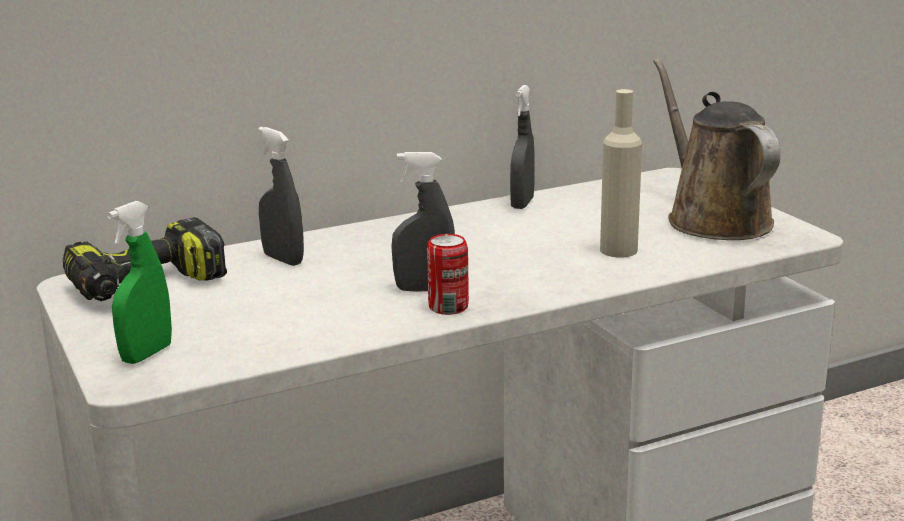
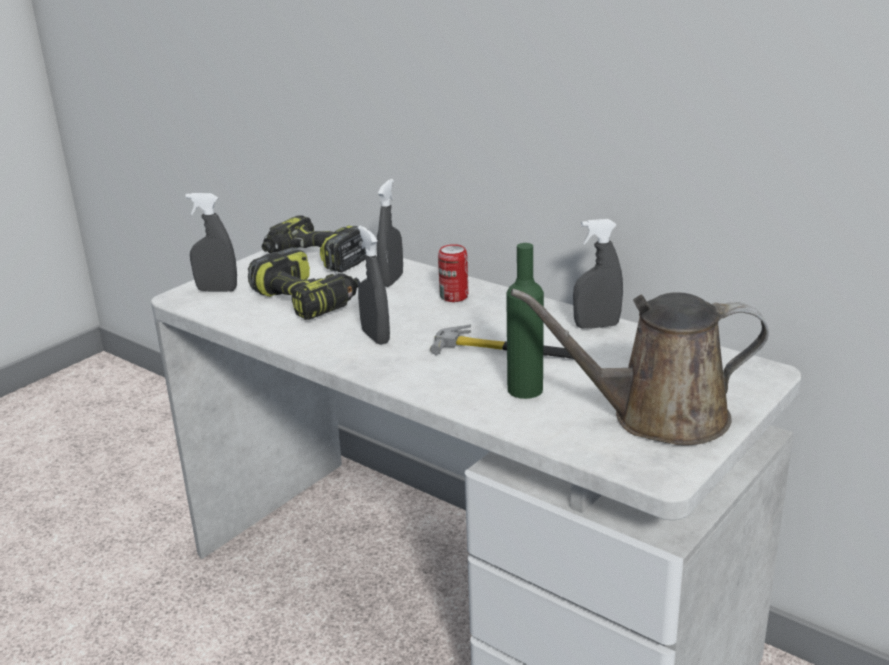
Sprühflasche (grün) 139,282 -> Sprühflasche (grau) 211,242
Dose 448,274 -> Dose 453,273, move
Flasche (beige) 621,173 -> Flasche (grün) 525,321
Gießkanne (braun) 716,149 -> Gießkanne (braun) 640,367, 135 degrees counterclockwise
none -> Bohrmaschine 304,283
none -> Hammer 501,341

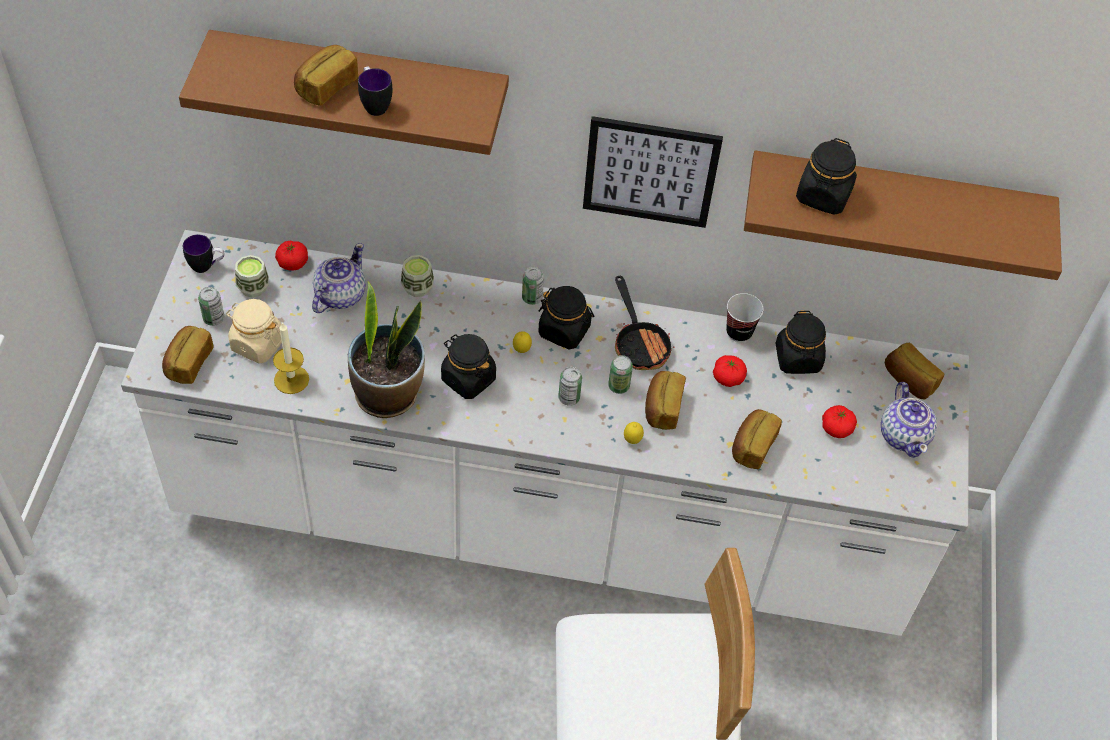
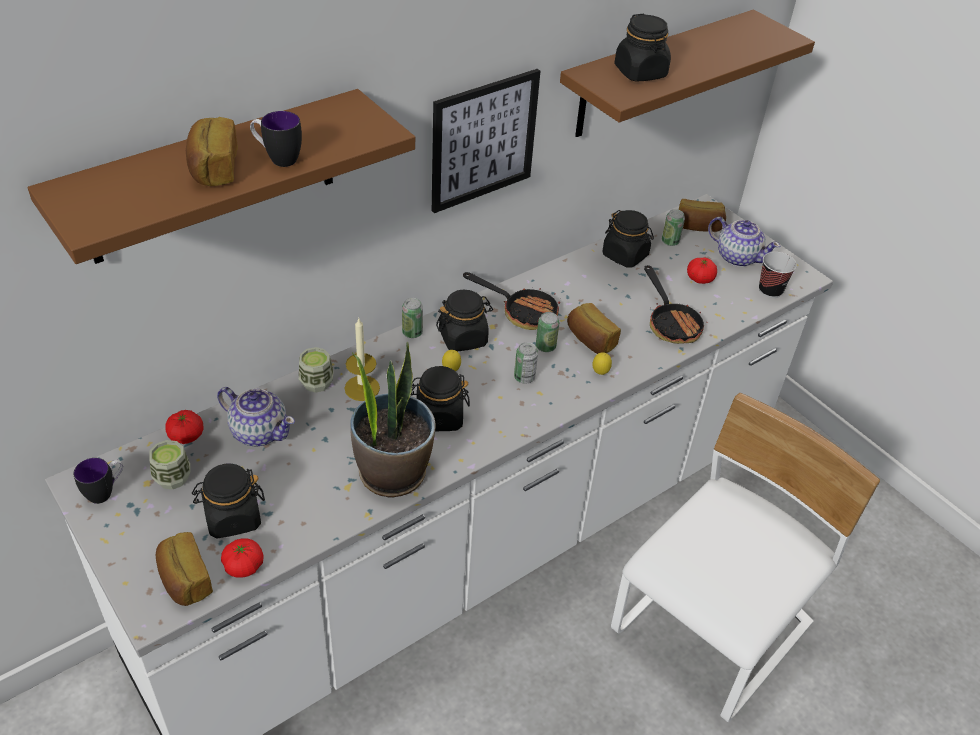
Dose 211,306 -> Dose 673,227, move
Vorratsglas (beige) 254,331 -> Vorratsglas (schwarz) 228,501
Kerze 291,358 -> Kerze 362,359, move
Teekanne 339,278 -> Teekanne 256,417, 135 degrees clockwise
Tomate 730,371 -> Tomate 242,558, move
Tasse 745,317 -> Tasse 778,275, move
Brot 757,439 -> Pfanne 676,304

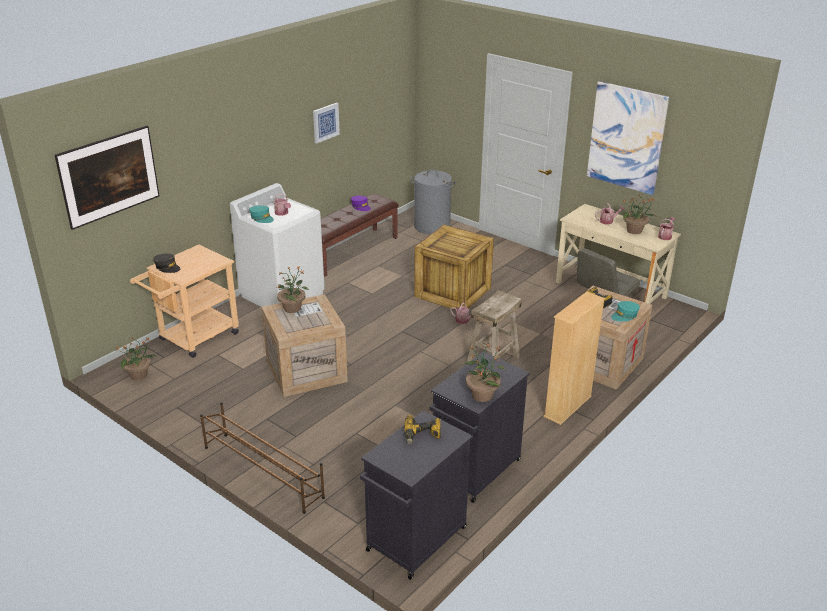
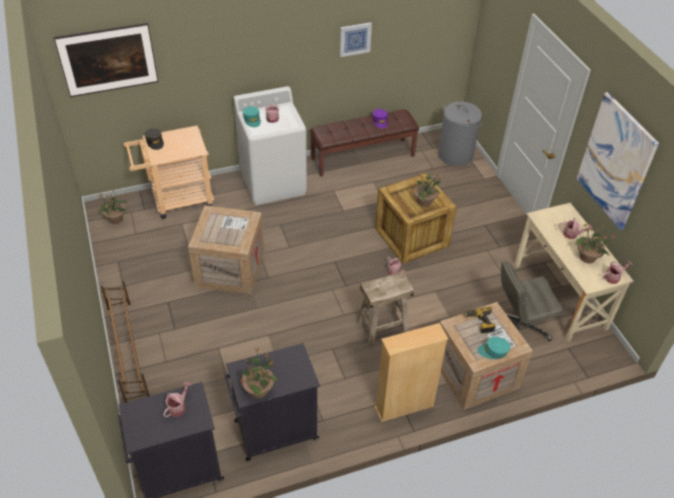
Topfpflanze 293,289 -> Topfpflanze 427,187, move
Bohrmaschine 422,429 -> Gießkanne 177,399

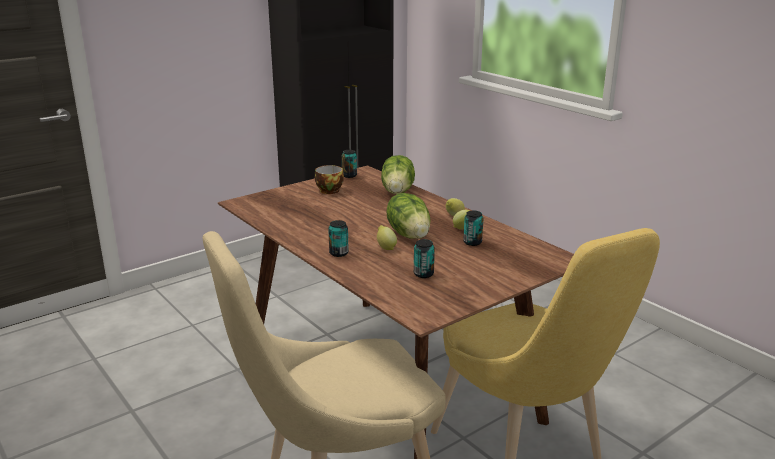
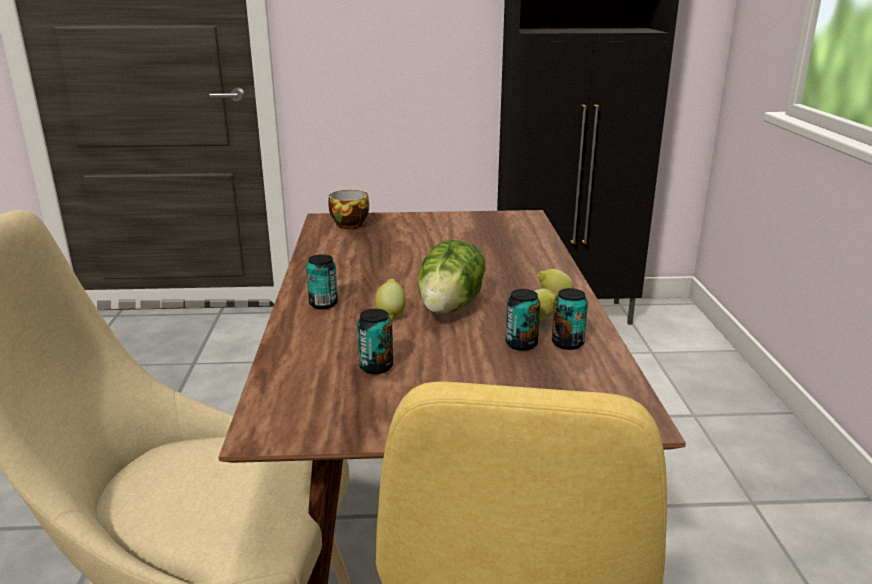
Tasse 329,179 -> Tasse 348,209, move
Dose 349,164 -> Dose 570,319, move
Salatkopf 398,174 -> none

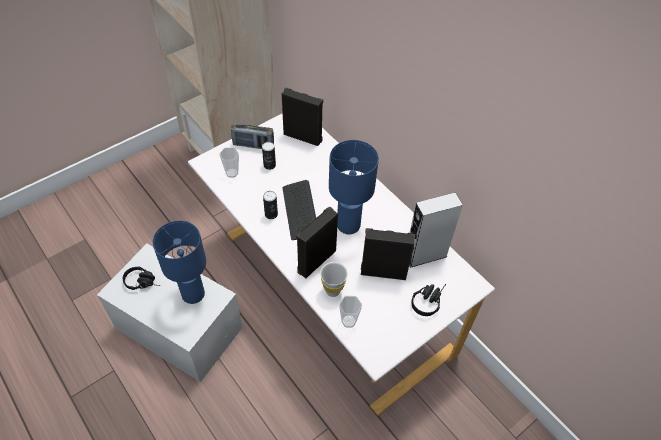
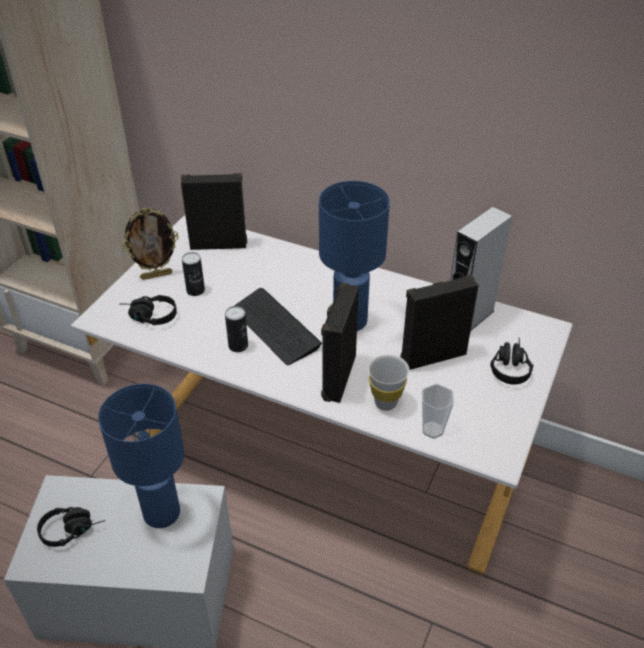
Tasse 229,162 -> Kopfhörer (schwarz) 152,310
Radio 252,136 -> Bilderrahmen 150,243

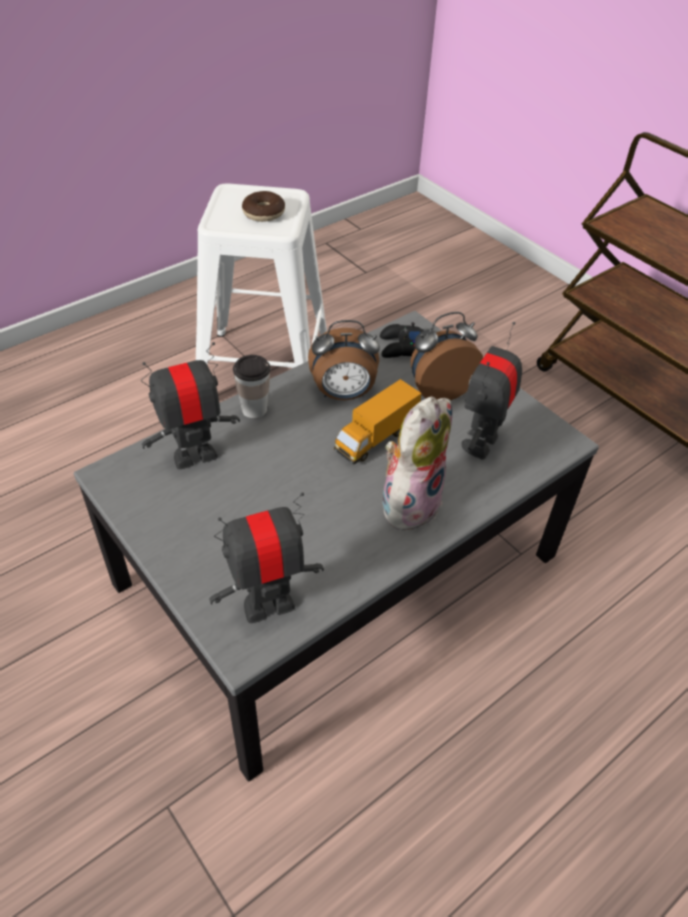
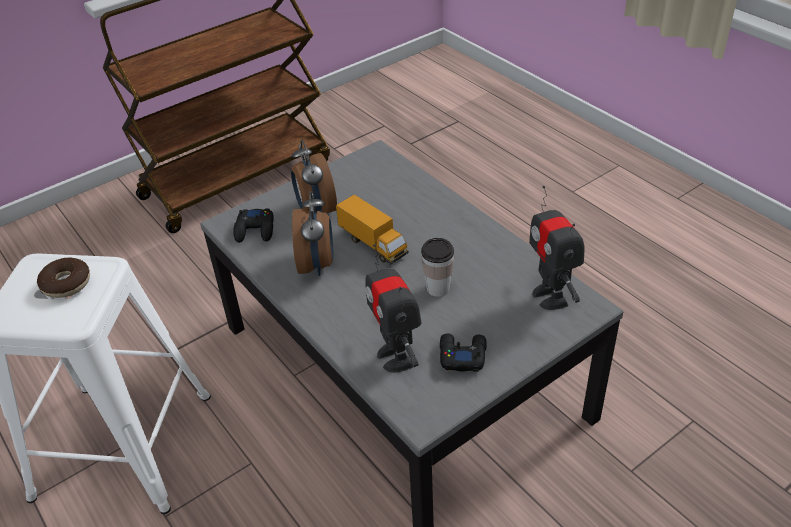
Tasse 251,386 -> Tasse 437,267, move
Plüschtier 417,466 -> none
Spielzeugroboter 492,391 -> none
none -> Gamepad (schwarz) 463,352

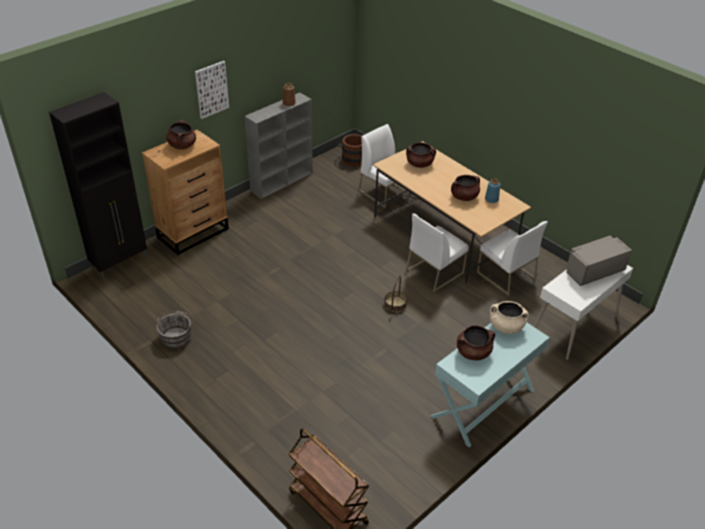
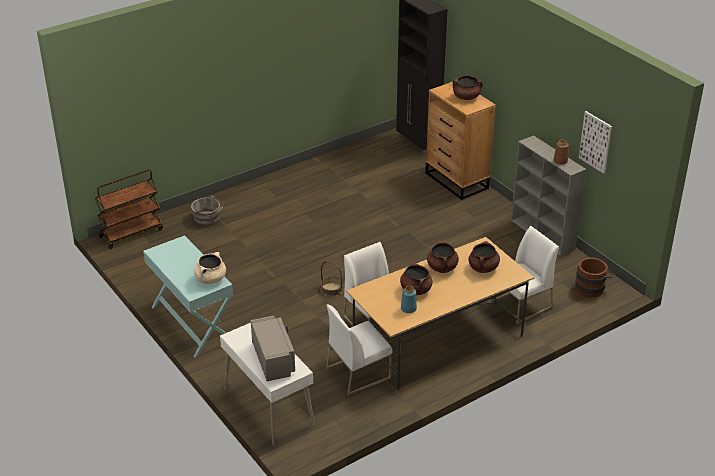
Eimer (grau) 175,330 -> Eimer (grau) 207,211, move
Bild 212,90 -> Bild 595,142, move
Kochtopf (braun) 476,342 -> Kochtopf (braun) 443,257, move

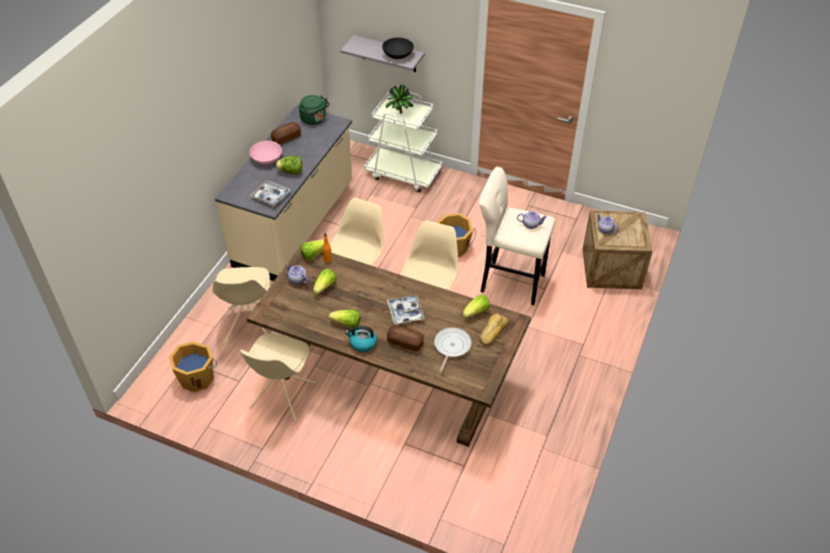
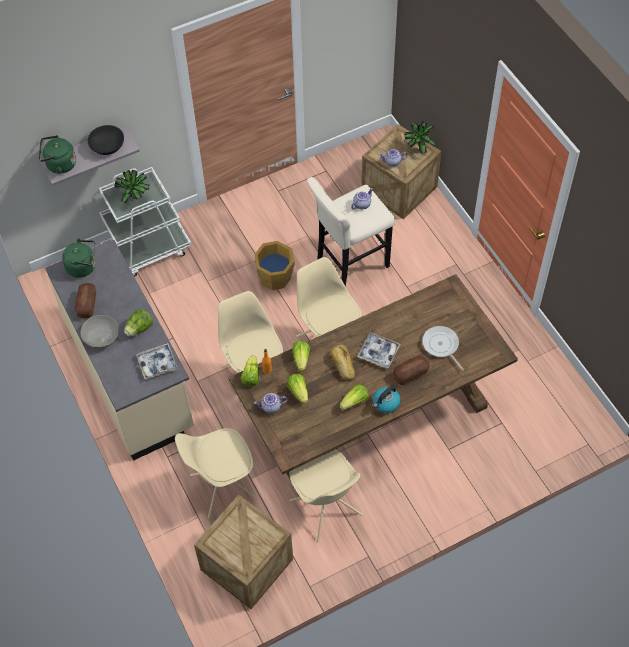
Eimer (orange) 193,367 -> Kiste 243,552
Stuhl (beige) 241,305 -> Stuhl (beige) 216,473, 120 degrees clockwise
Schüssel (rosa) 265,153 -> Schüssel (grau) 99,332
Salatkopf 476,306 -> Salatkopf 301,356, move
Brot 494,330 -> Brot 342,362, move
none -> Wasserkessel (grün) 57,154
none -> Topfpflanze 420,137

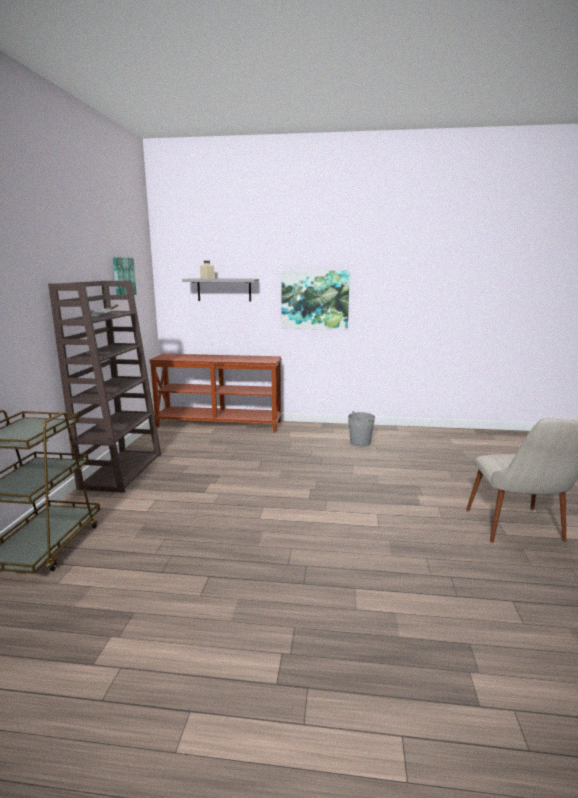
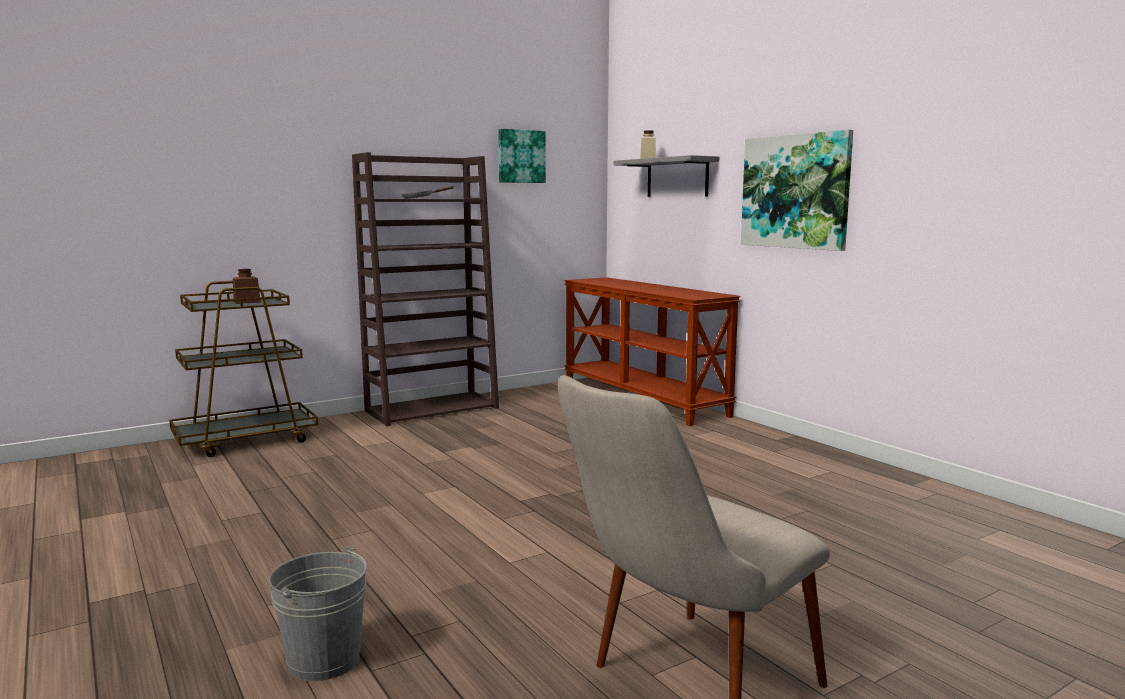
Eimer (grau) 361,429 -> Eimer (grau) 318,613, move
none -> Vorratsglas (braun) 247,286

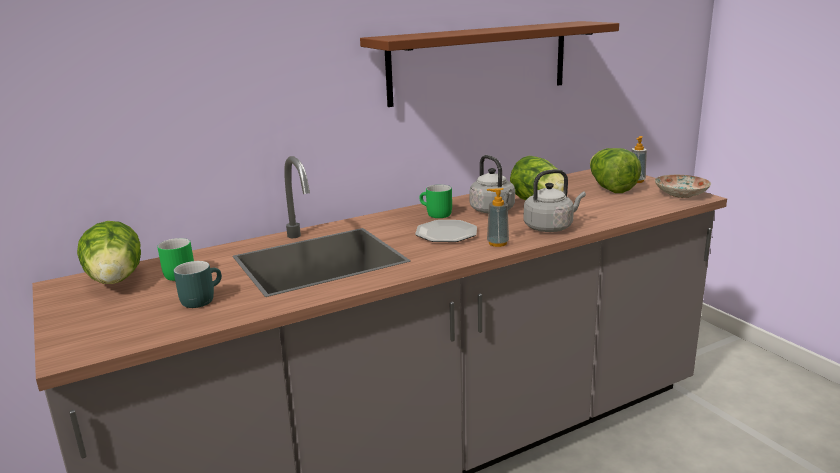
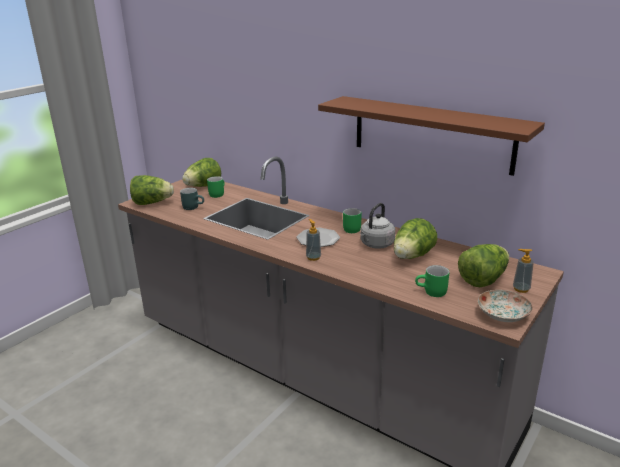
Wasserkessel (grau) 555,200 -> none
none -> Salatkopf 152,190
none -> Henkelbecher (grün) 432,281

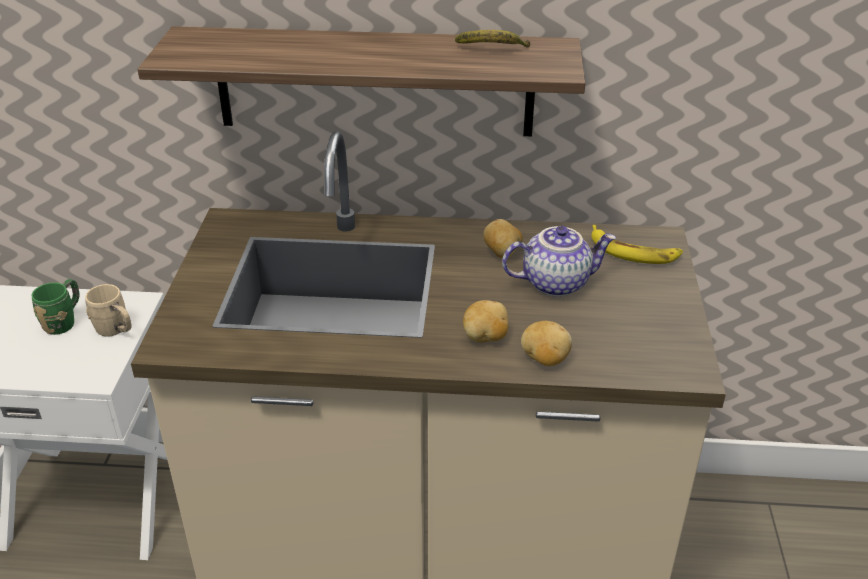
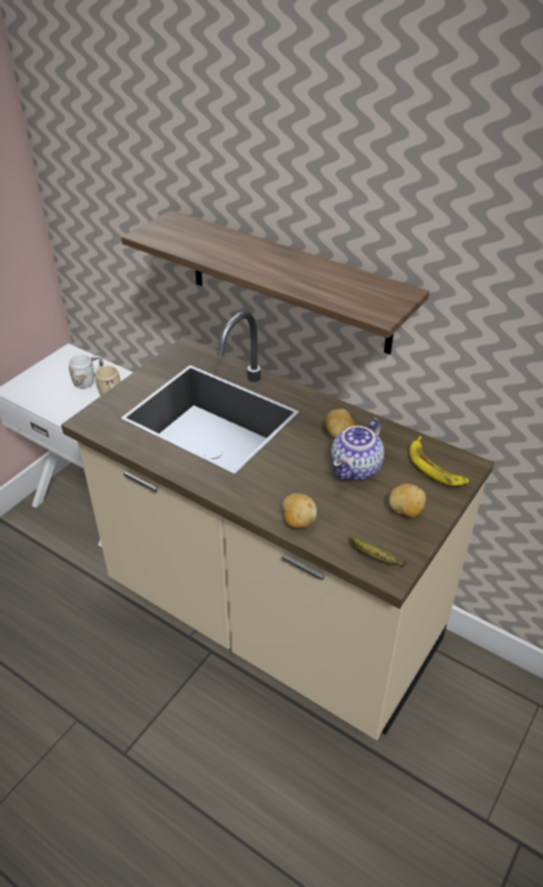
Henkelbecher (grün) 55,307 -> Henkelbecher (weiß) 86,371
Banane 492,39 -> Banane 378,551, move
Kartoffel 486,321 -> Kartoffel 407,500, move
Teekanne 559,261 -> Teekanne 357,449, 105 degrees clockwise

